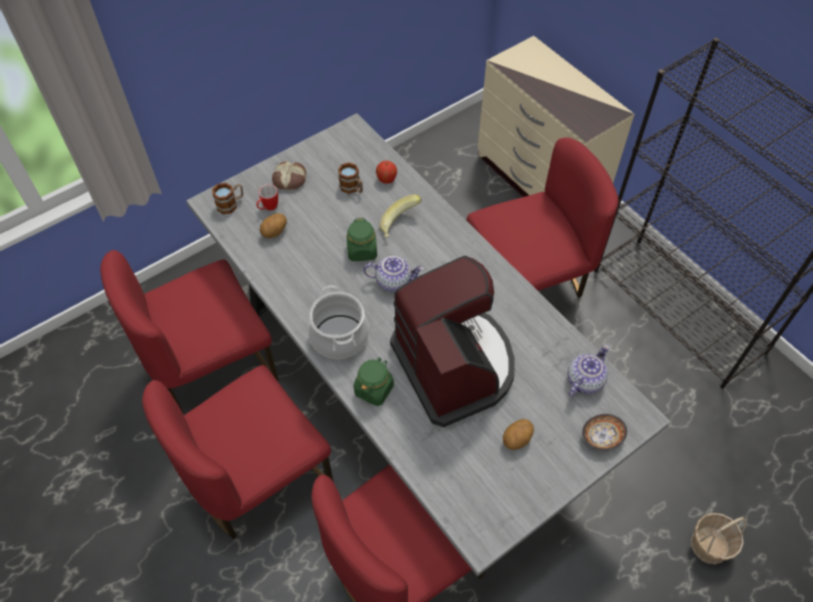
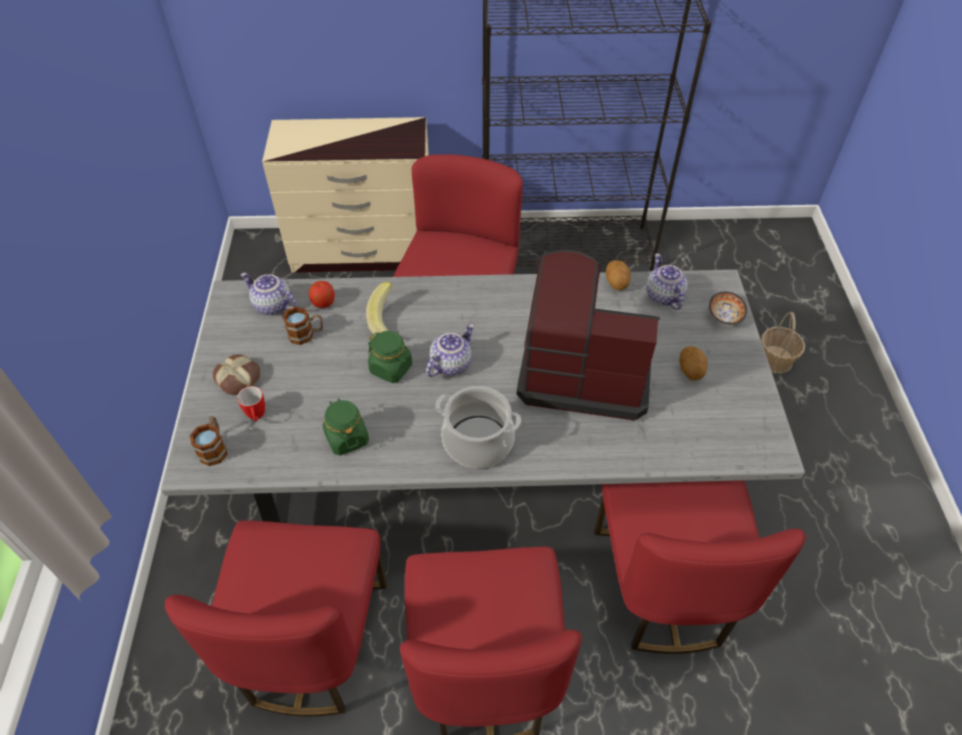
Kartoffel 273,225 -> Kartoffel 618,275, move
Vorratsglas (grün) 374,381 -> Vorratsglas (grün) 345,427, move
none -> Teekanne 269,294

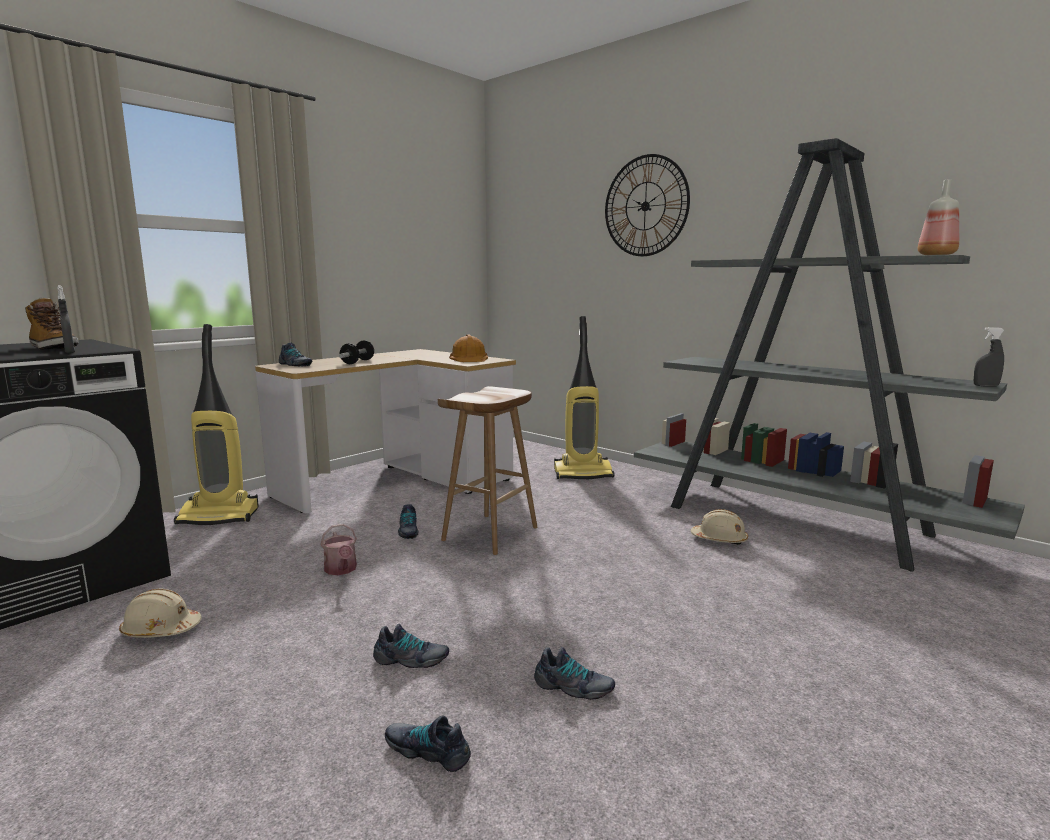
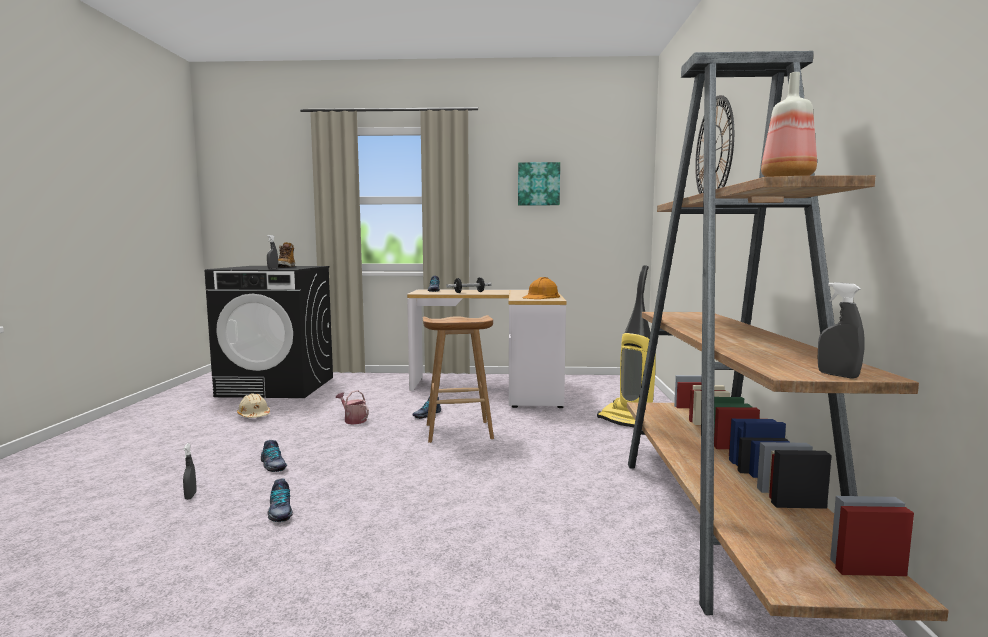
Staubsauger 216,424 -> none
Gießkanne 338,549 -> Gießkanne 352,407, 105 degrees clockwise
Schuh 428,743 -> Sprühflasche (grau) 190,471
Bücherregal (grau) 829,354 -> Bücherregal (braun) 788,336
Schutzhelm (beige) 719,527 -> none
none -> Bild 539,183

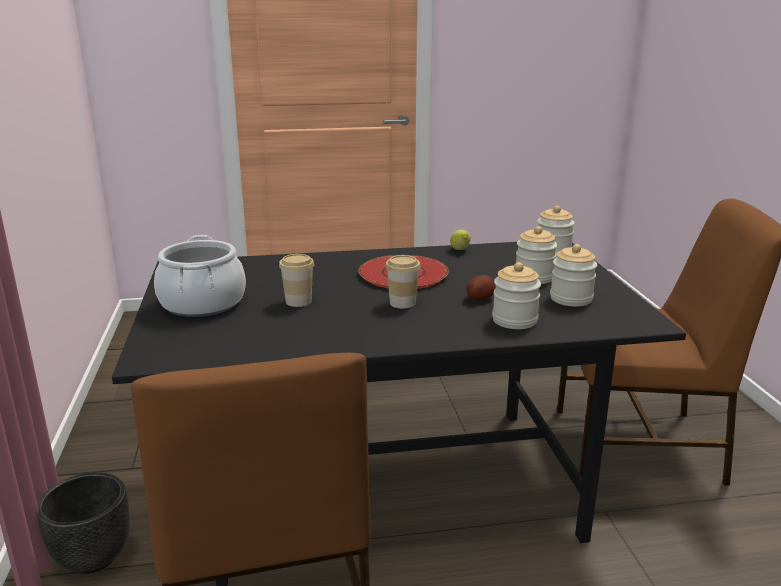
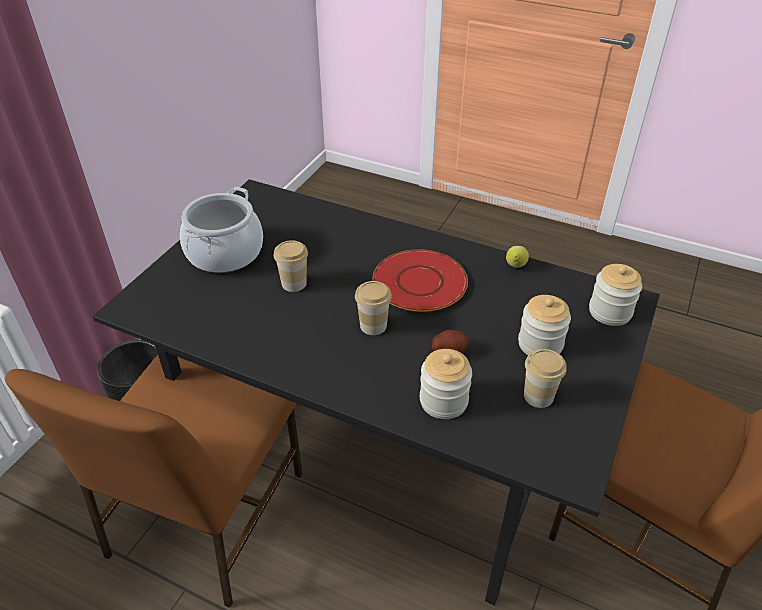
Vorratsglas 573,275 -> Tasse 545,378

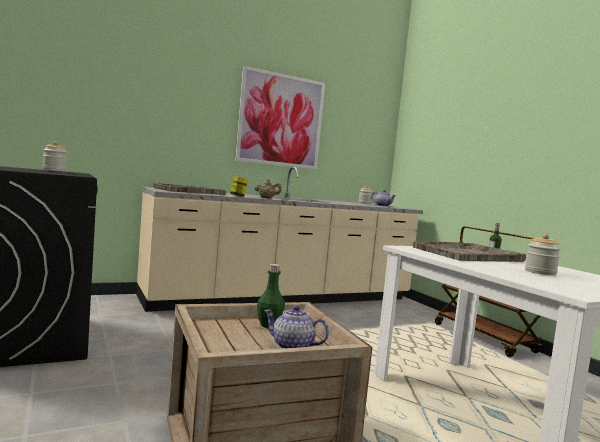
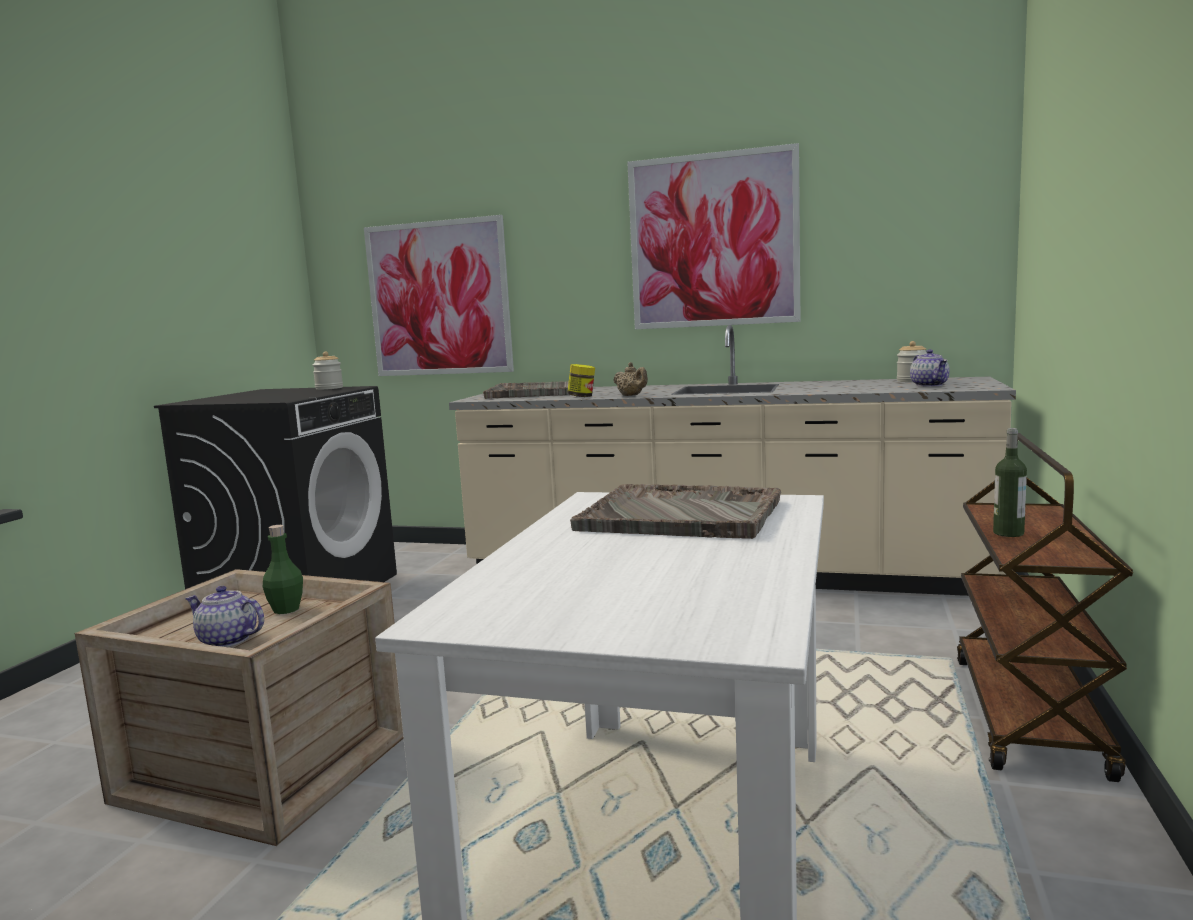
Teekanne 296,327 -> Teekanne 224,616, 45 degrees counterclockwise
Vorratsglas 543,254 -> none
none -> Bild 439,295

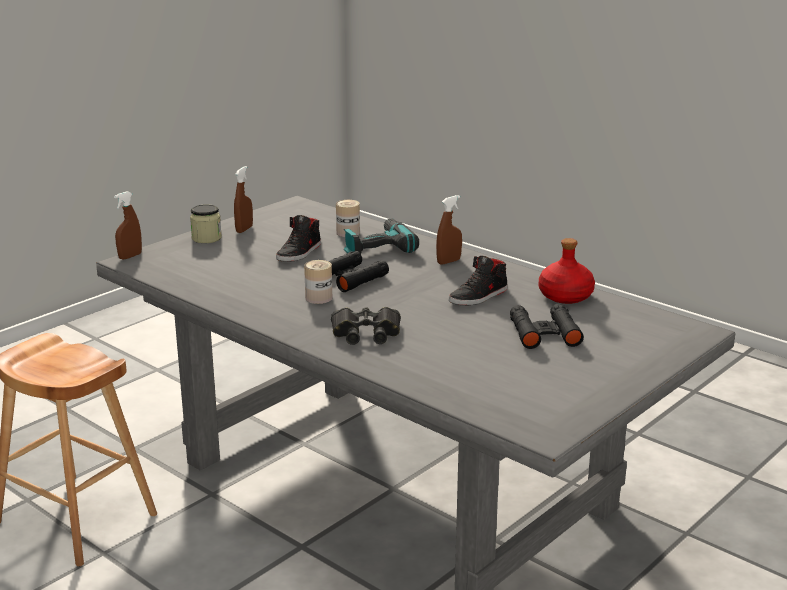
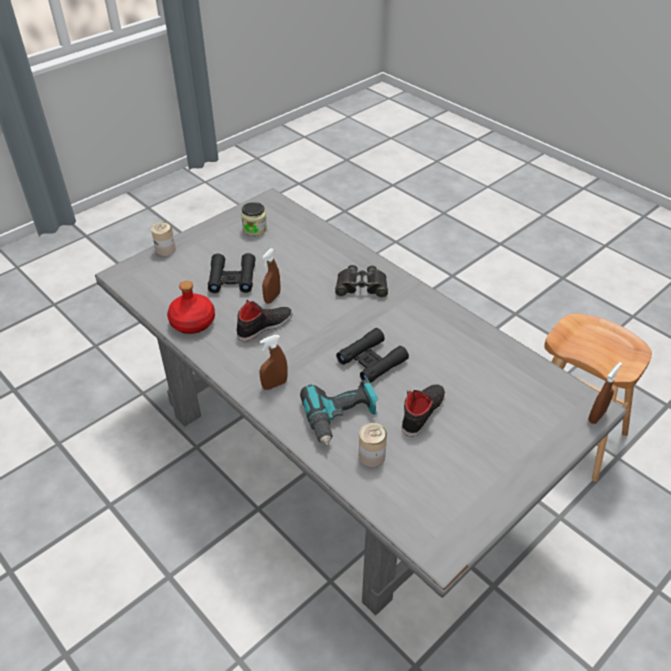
Vorratsglas 206,224 -> Vorratsglas 254,219, move
Sprühflasche (braun) 243,199 -> Sprühflasche (braun) 271,276, move
Dose 318,282 -> Dose 163,239, move

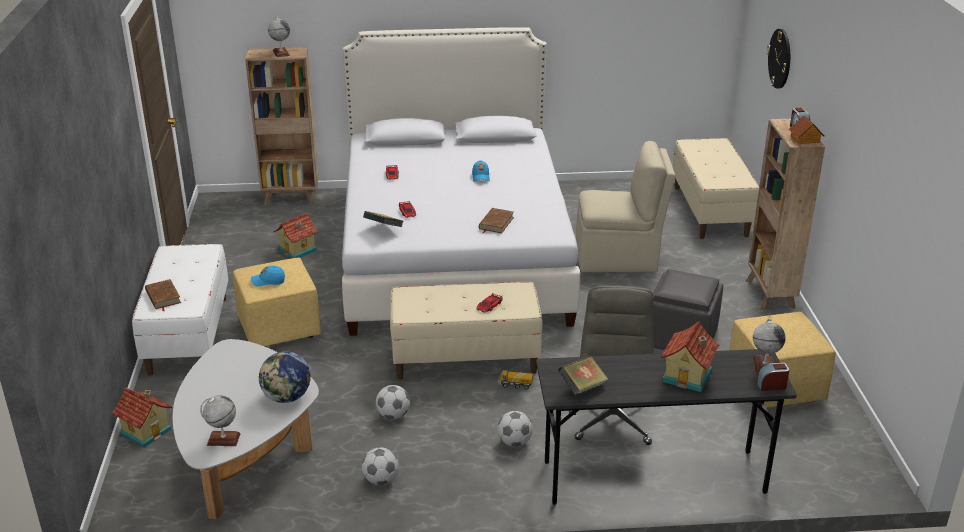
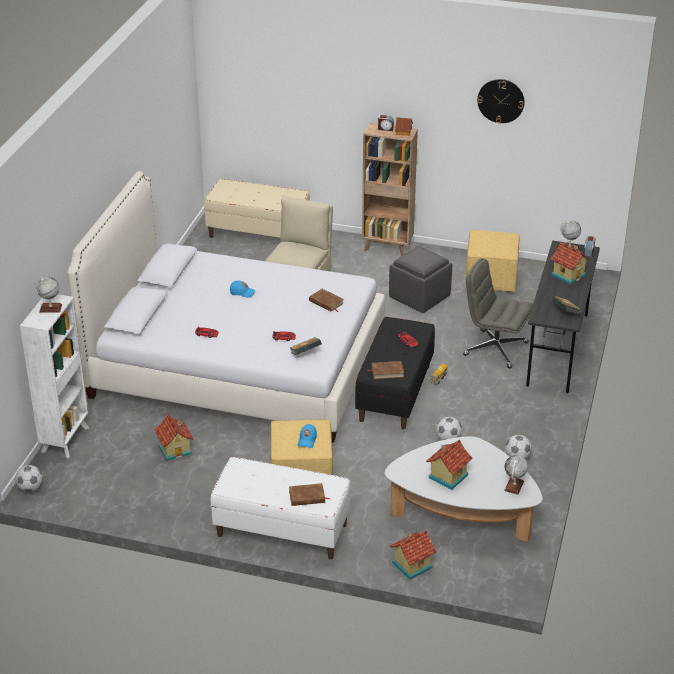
Bücherregal (braun) 282,126 -> Bücherregal (weiß) 54,376
Globus 285,377 -> none
Bank (beige) 466,330 -> Bank (schwarz) 395,373
Fußball 515,429 -> Fußball 29,478, move
Wanduhr 778,59 -> Wanduhr 500,101, move
none -> Buch (braun) 385,370
none -> Spielzeughaus 449,464

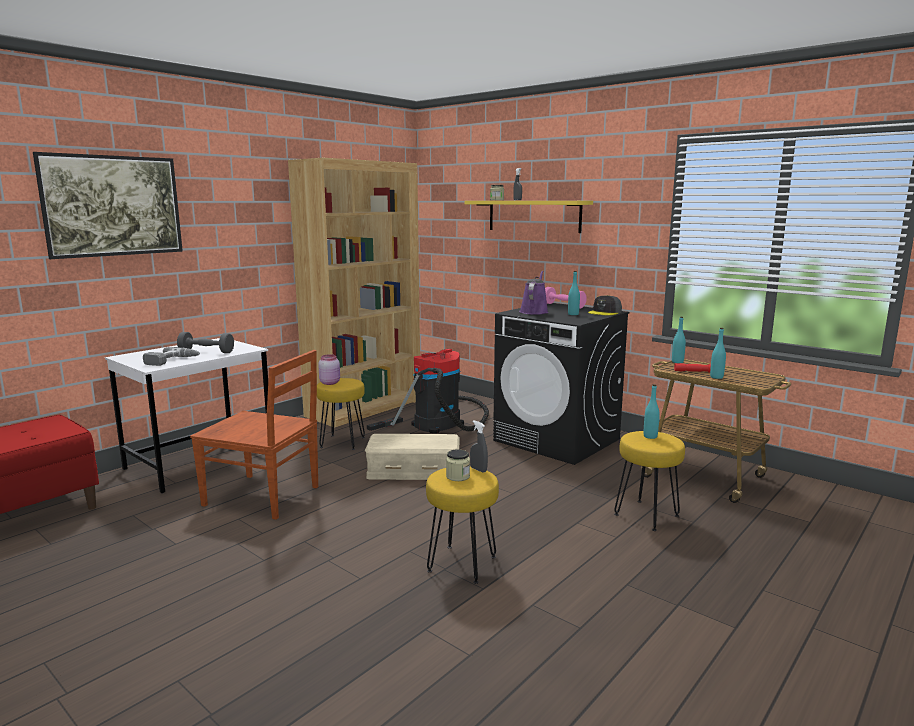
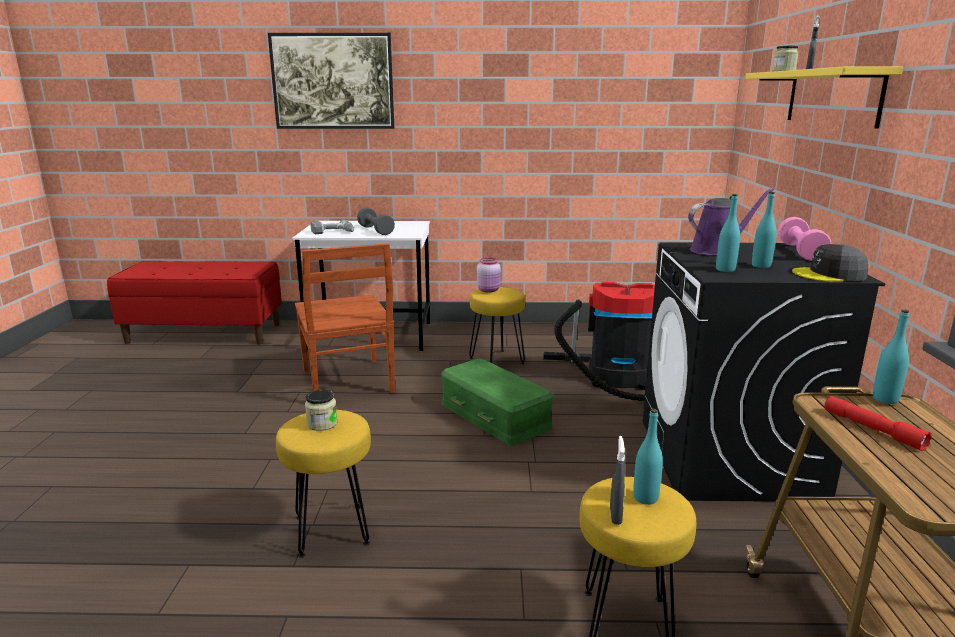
Bücherregal (braun) 354,293 -> none
Aufbewahrungsbox (beige) 412,457 -> Aufbewahrungsbox (grün) 497,402
Sprühflasche (grau) 479,446 -> Sprühflasche (grau) 617,480, move
Flasche (türkis) 718,353 -> Flasche (türkis) 728,233, move

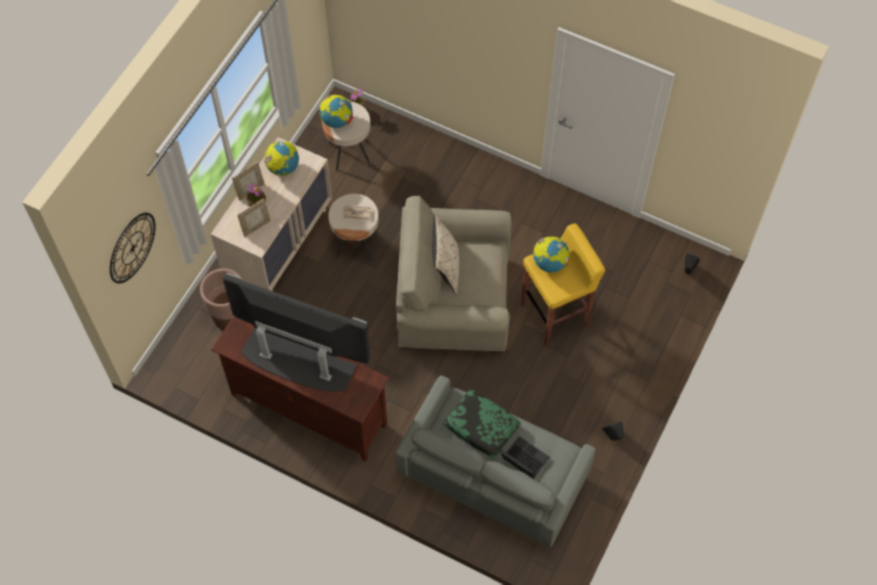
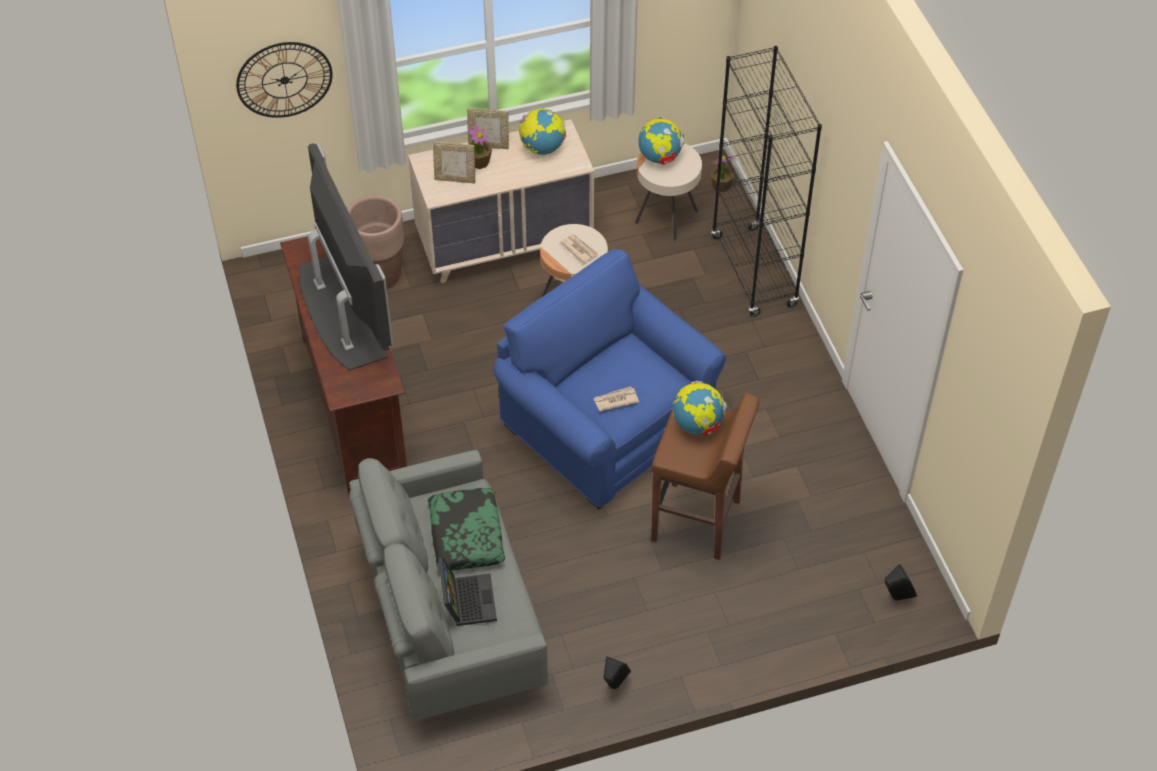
Sessel (beige) 454,274 -> Sessel (blau) 609,379
Kissen (beige) 446,254 -> none
Hocker (gelb) 563,285 -> Hocker (braun) 705,476
none -> Zeitung 616,399
none -> Bücherregal (schwarz) 766,181

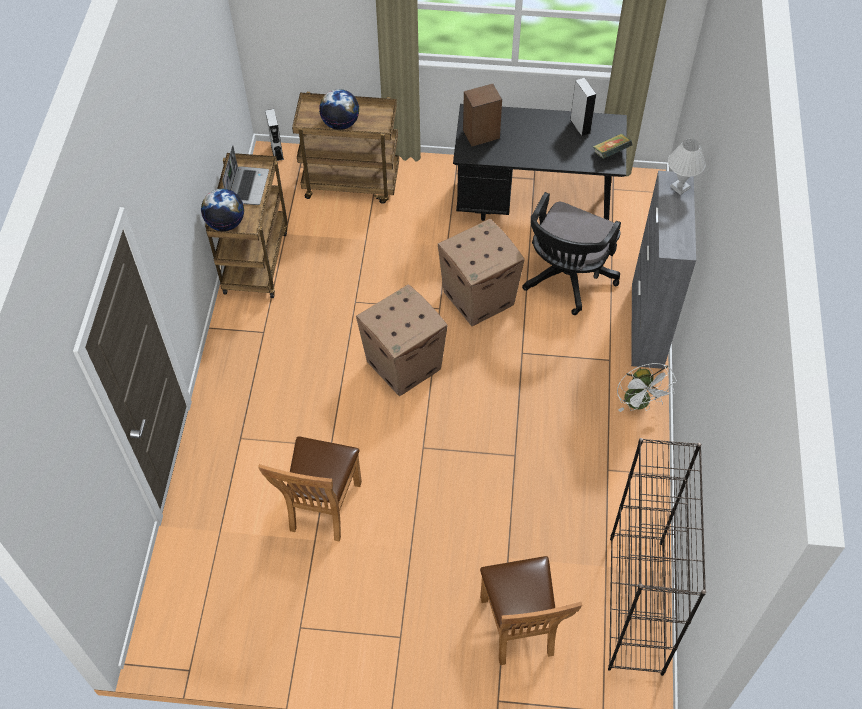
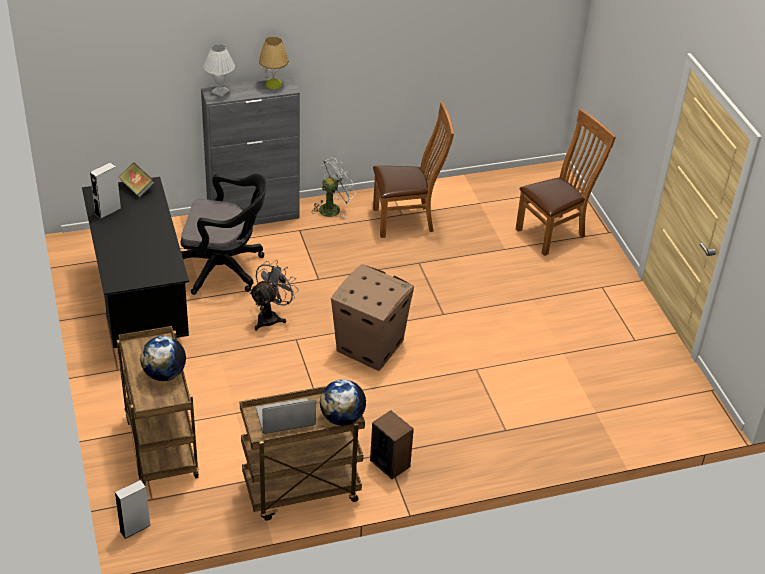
Stuhl (braun) 310,489 -> Stuhl (braun) 413,170, move
Karton 481,272 -> Ventilator (grau) 274,295
Lautsprecher 482,115 -> Lautsprecher 392,444, move
Bücherregal (schwarz) 657,557 -> none
none -> Tischlampe 274,62

